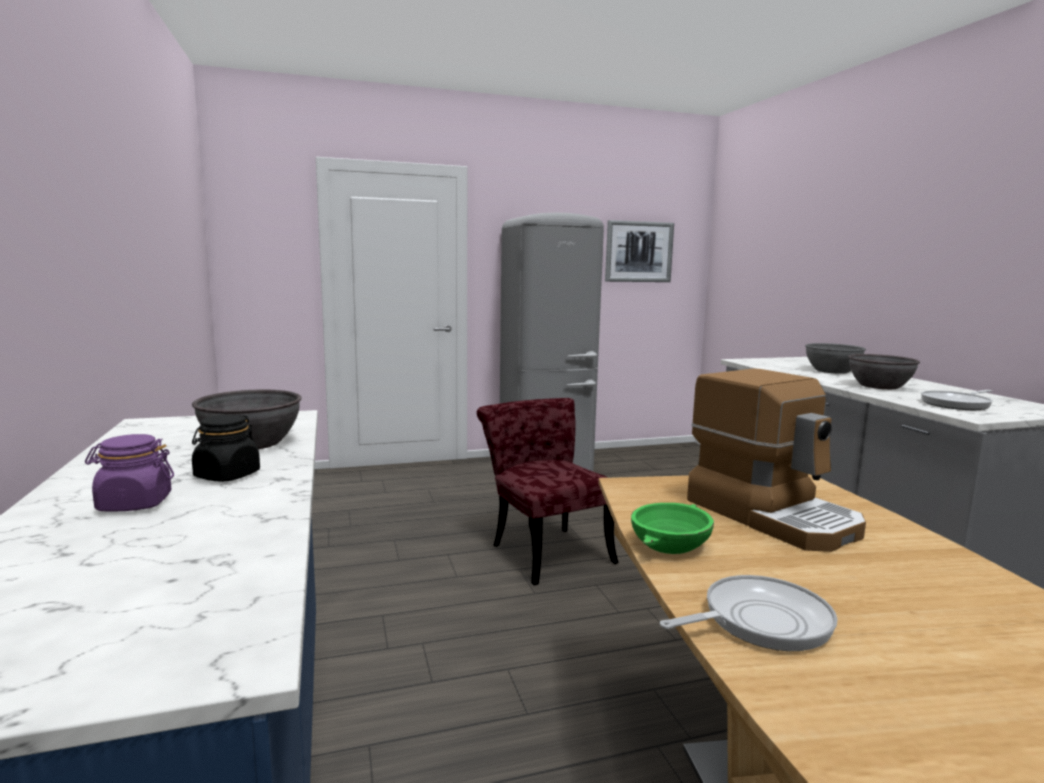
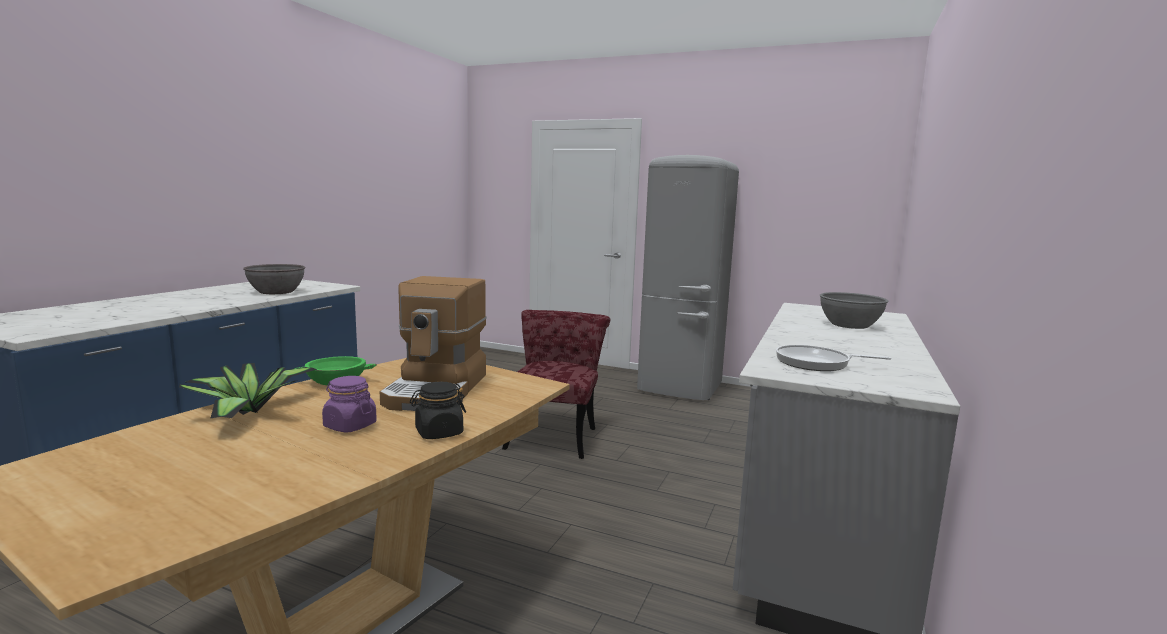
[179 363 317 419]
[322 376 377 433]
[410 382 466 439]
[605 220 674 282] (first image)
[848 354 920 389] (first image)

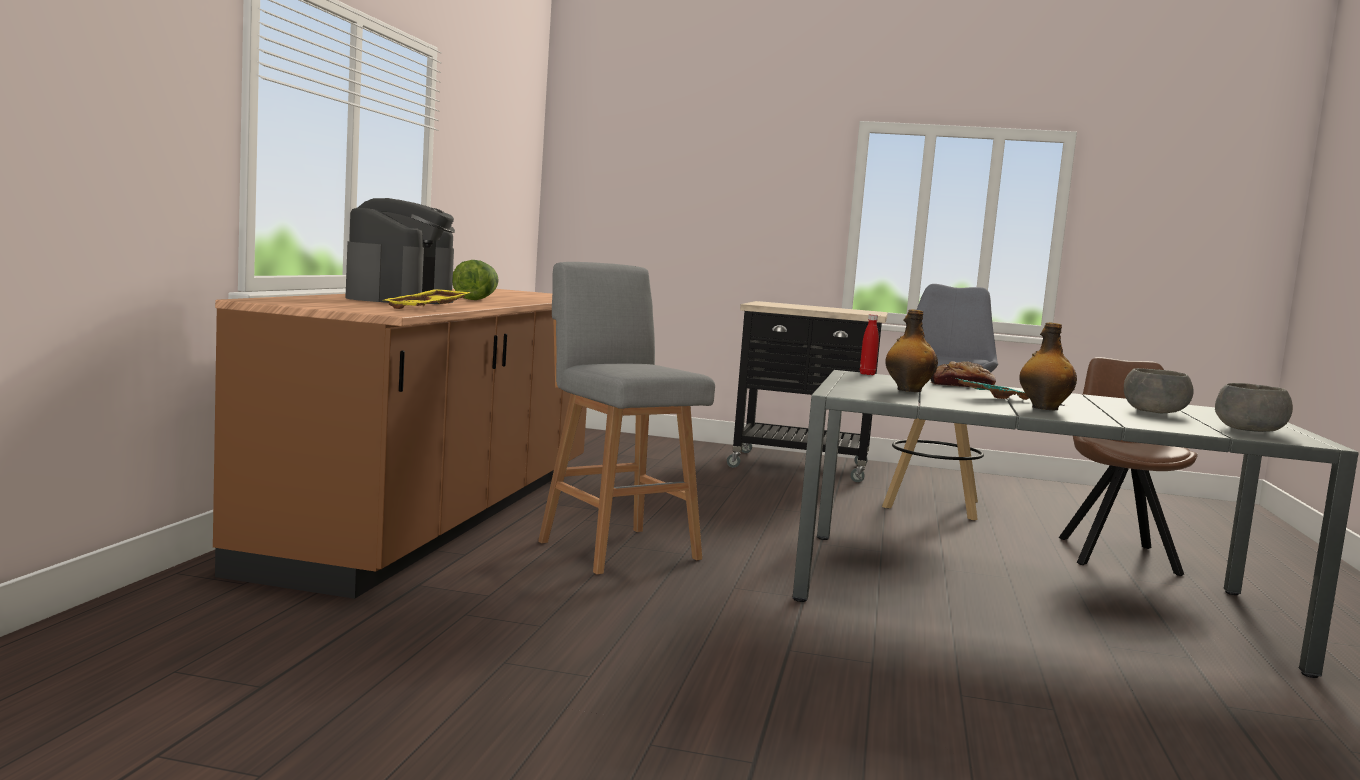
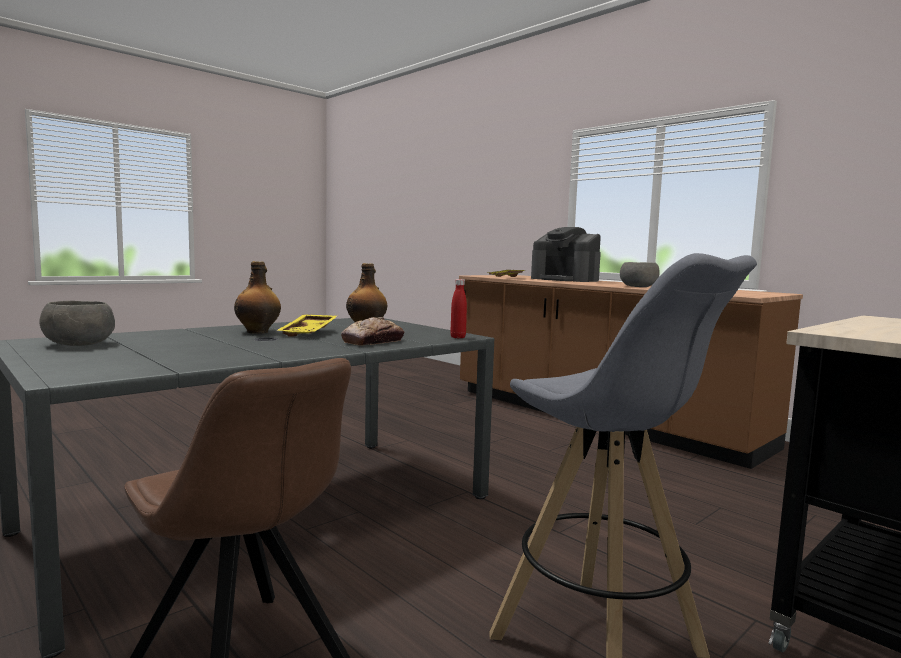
[276 315 337 337]
[620 262 660 287]
[453 260 499 300] (first image)
[538 262 715 575] (first image)

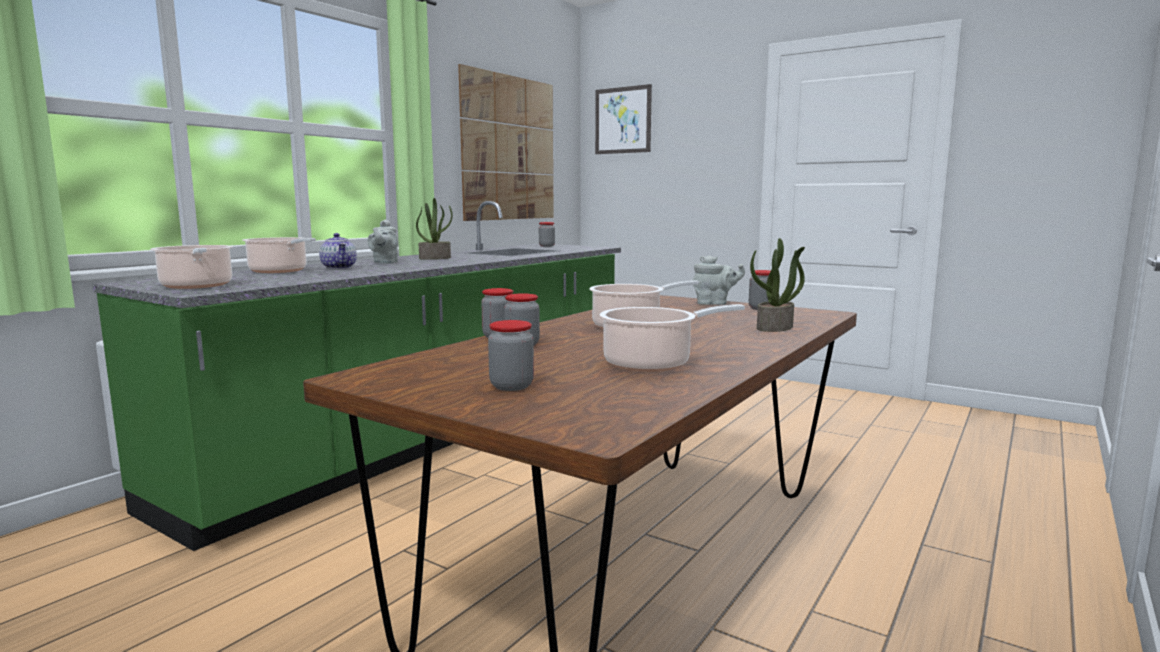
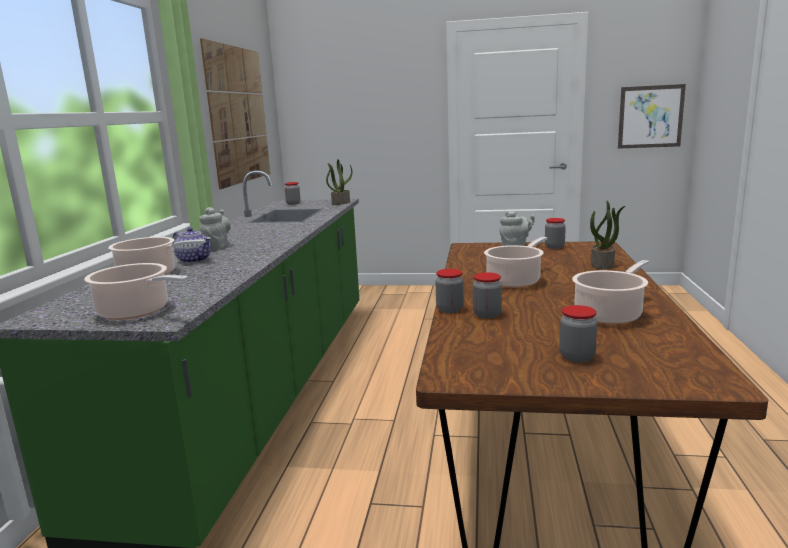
[199 207 231 250]
[326 159 352 205]
[618 84 686 149]

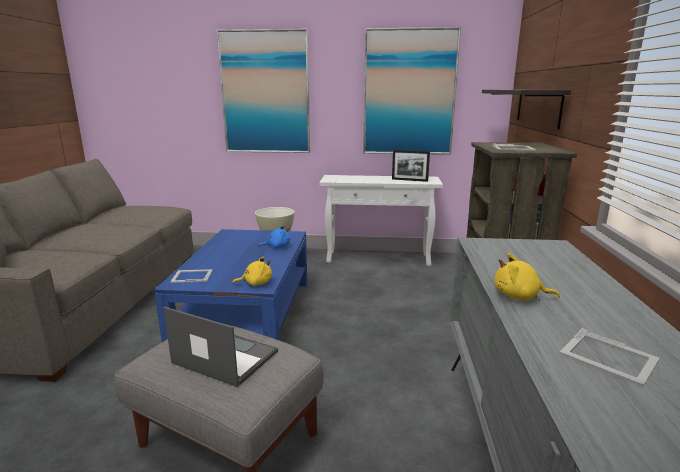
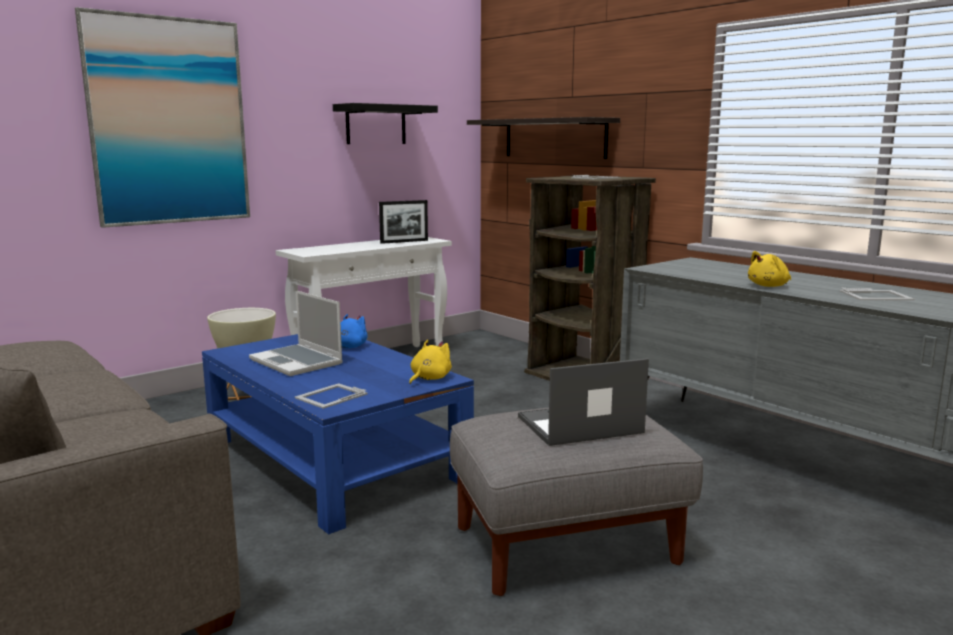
[249 290 343 376]
[333 103 438 144]

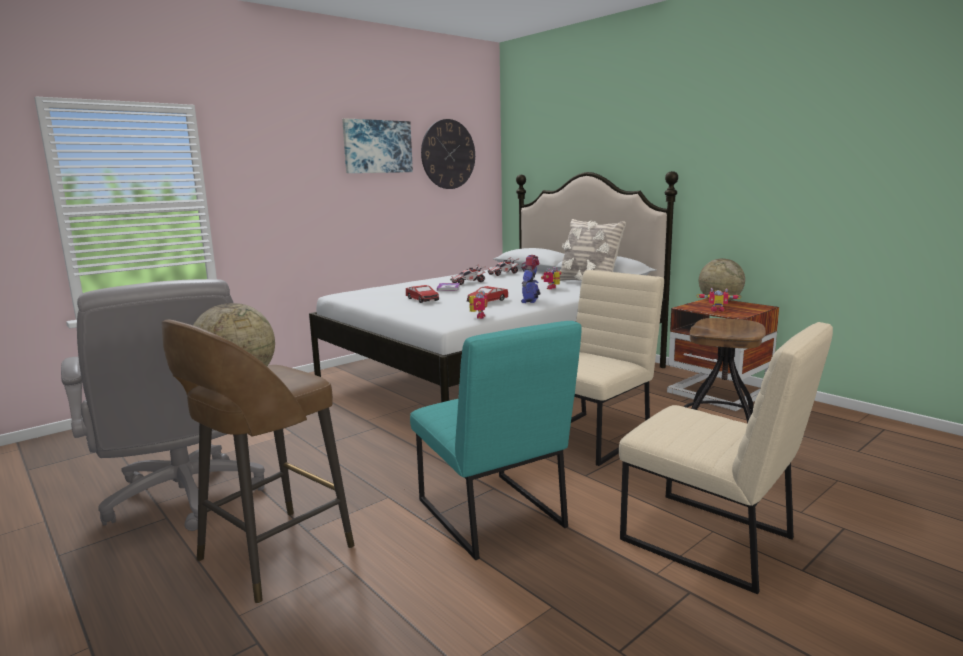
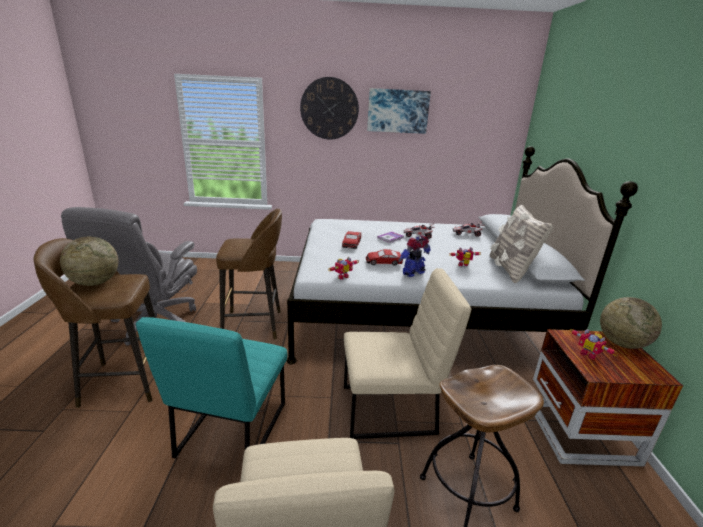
[216 209 282 340]
[300 77 359 140]

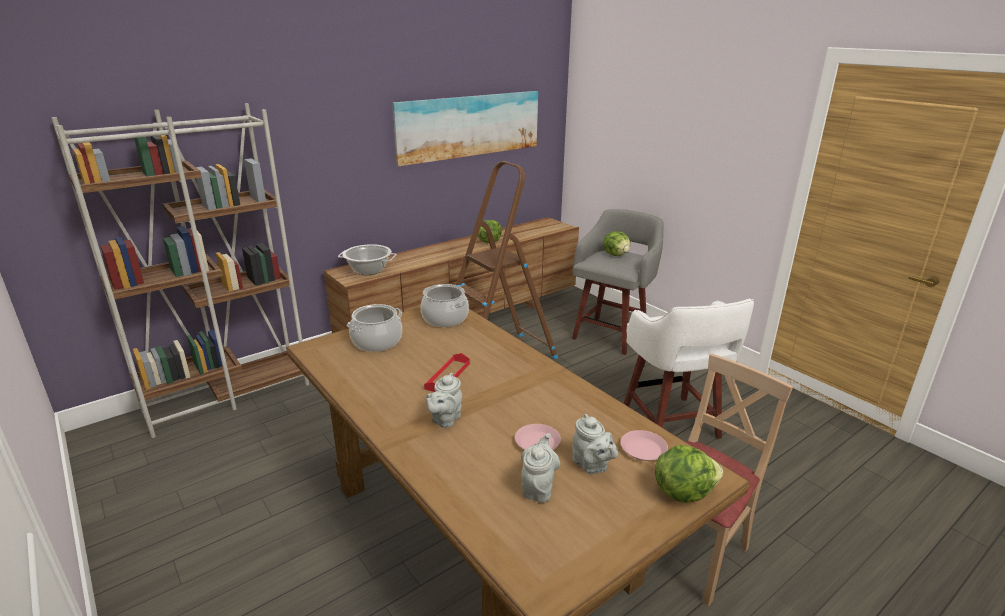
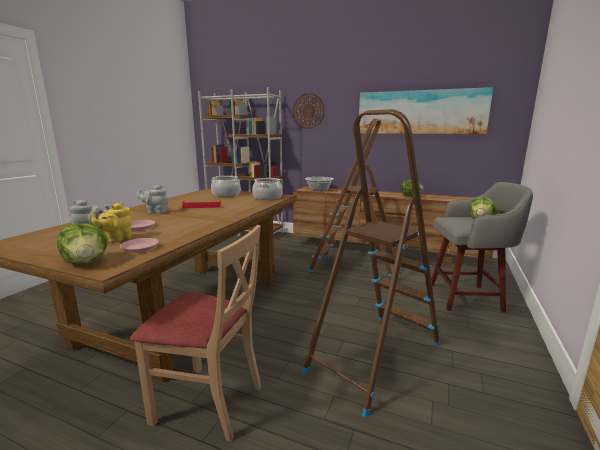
[91 202 132 243]
[293 93 325 129]
[302 109 440 417]

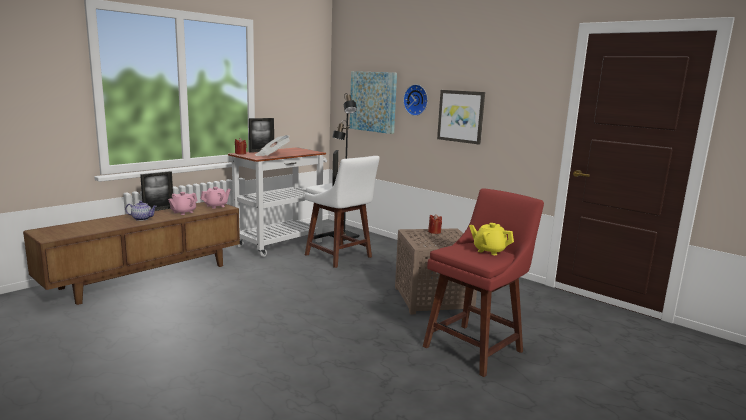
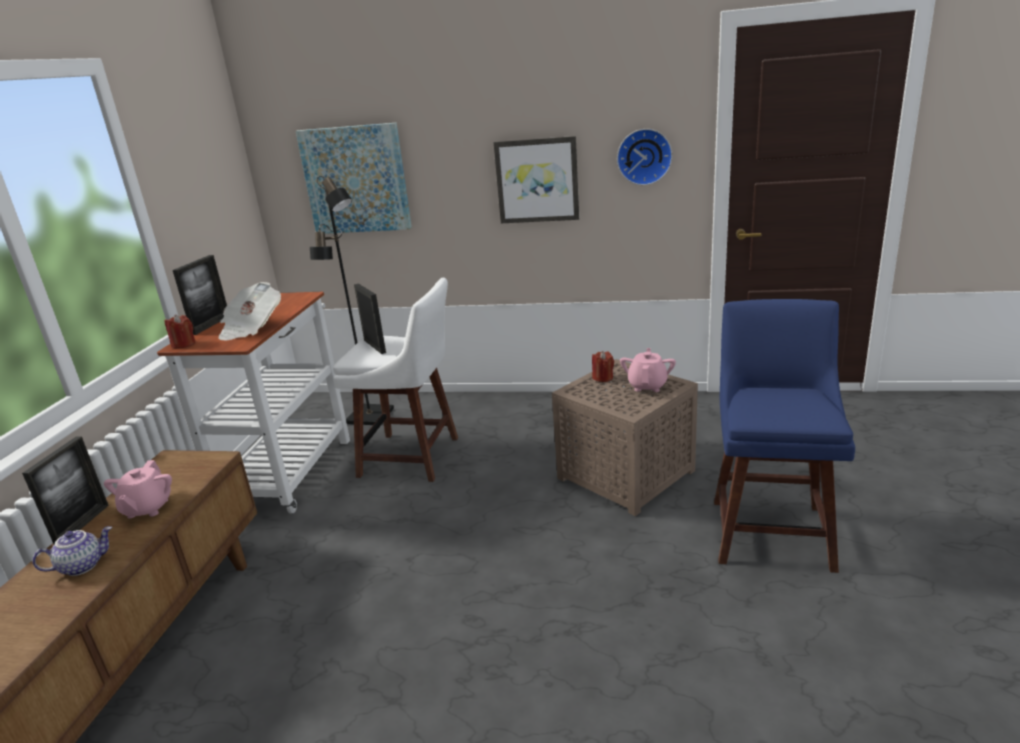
[617 129 673 185]
[620 348 676 392]
[714 299 855 573]
[469 223 514 255] (first image)

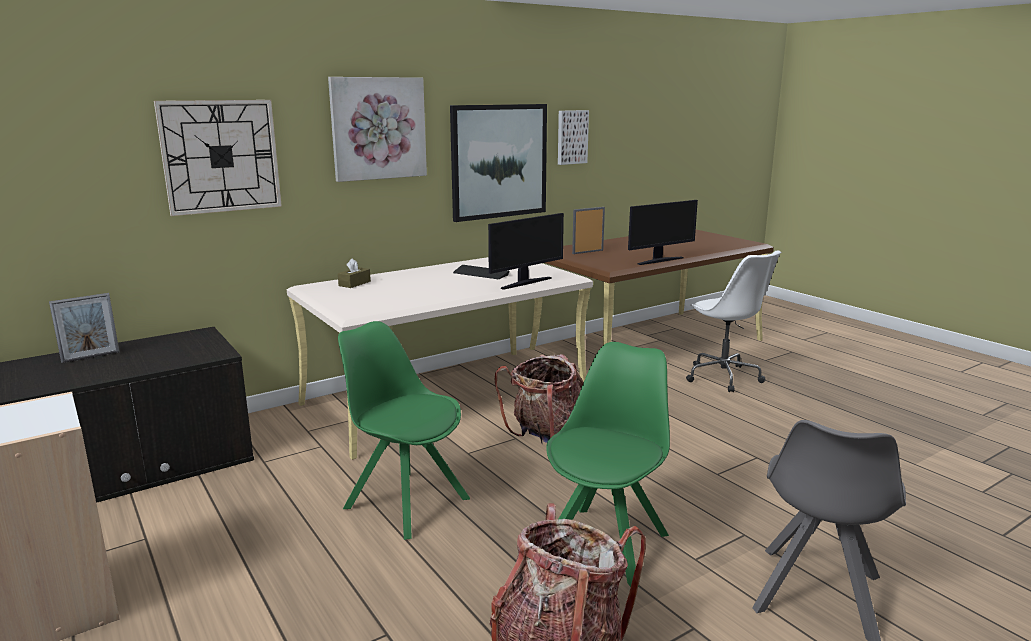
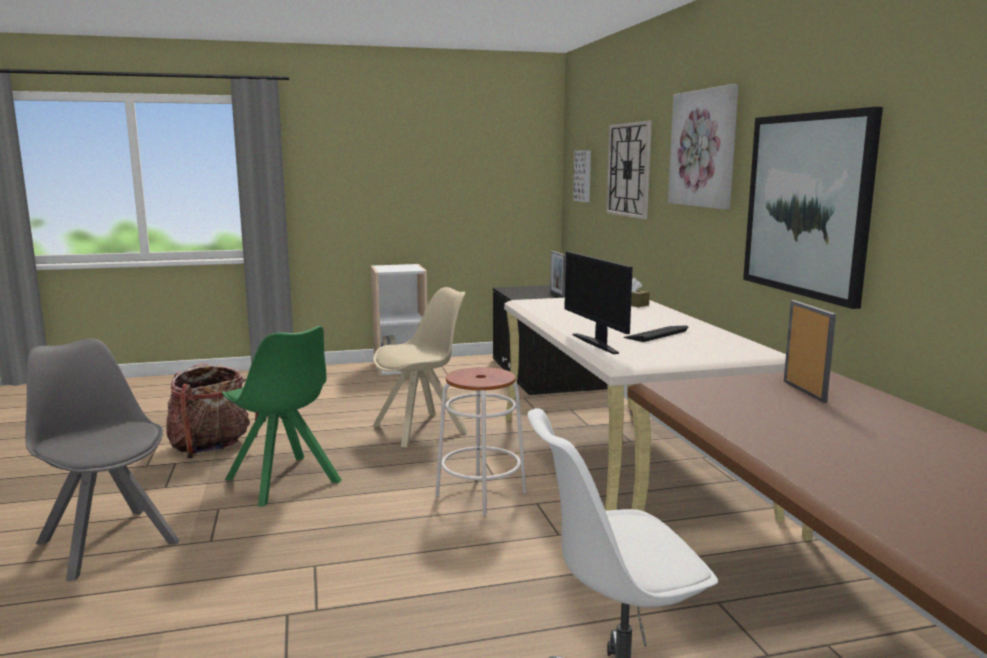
[372 287 468 447]
[435 367 527 515]
[573 150 591 202]
[628 200 698 265] (first image)

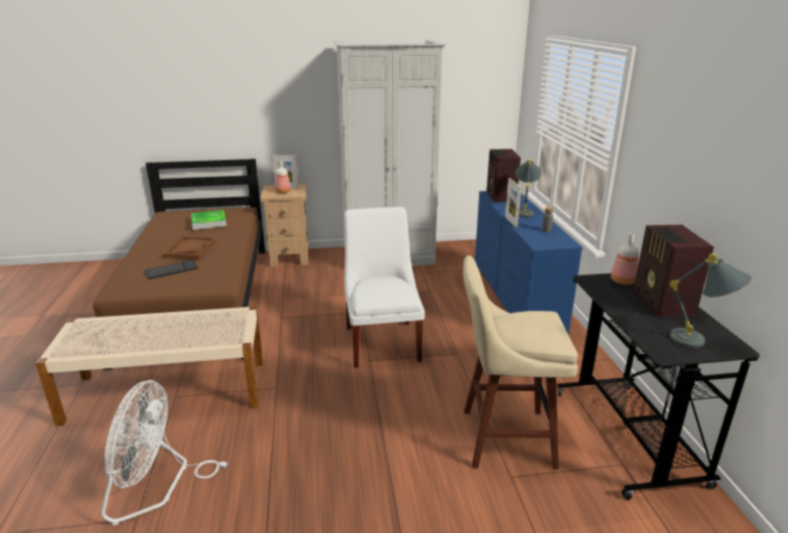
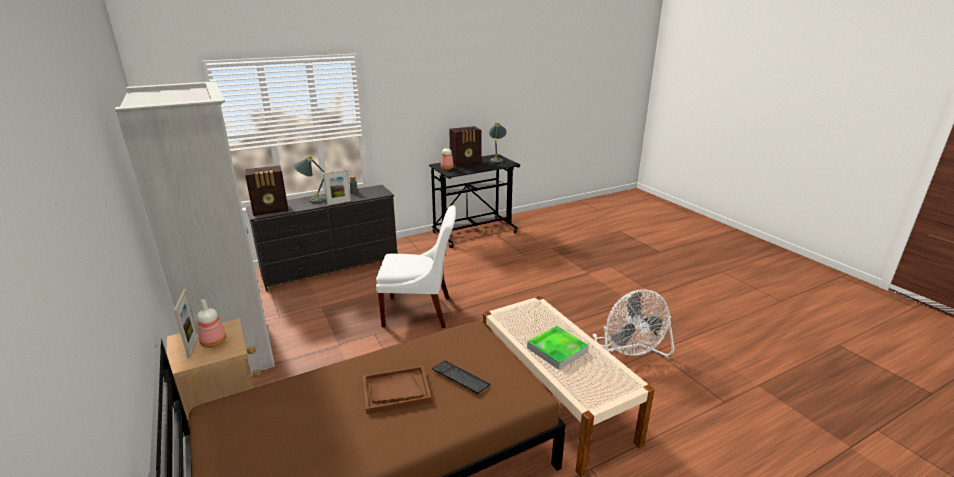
[246 185 397 292]
[376 205 456 328]
[527 326 589 370]
[463 256 578 470] (first image)

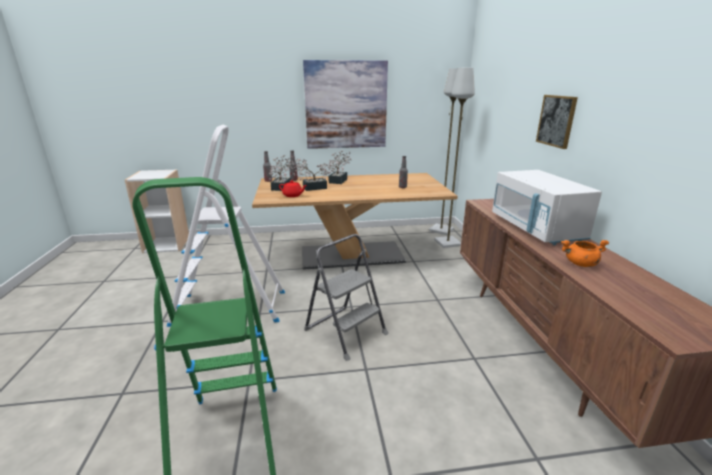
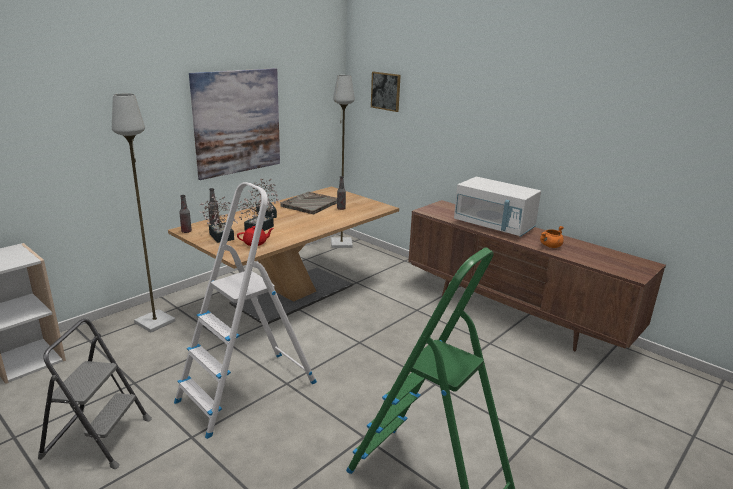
[38 319 152 469]
[112 93 176 333]
[280 192 337 215]
[371 72 401 112]

